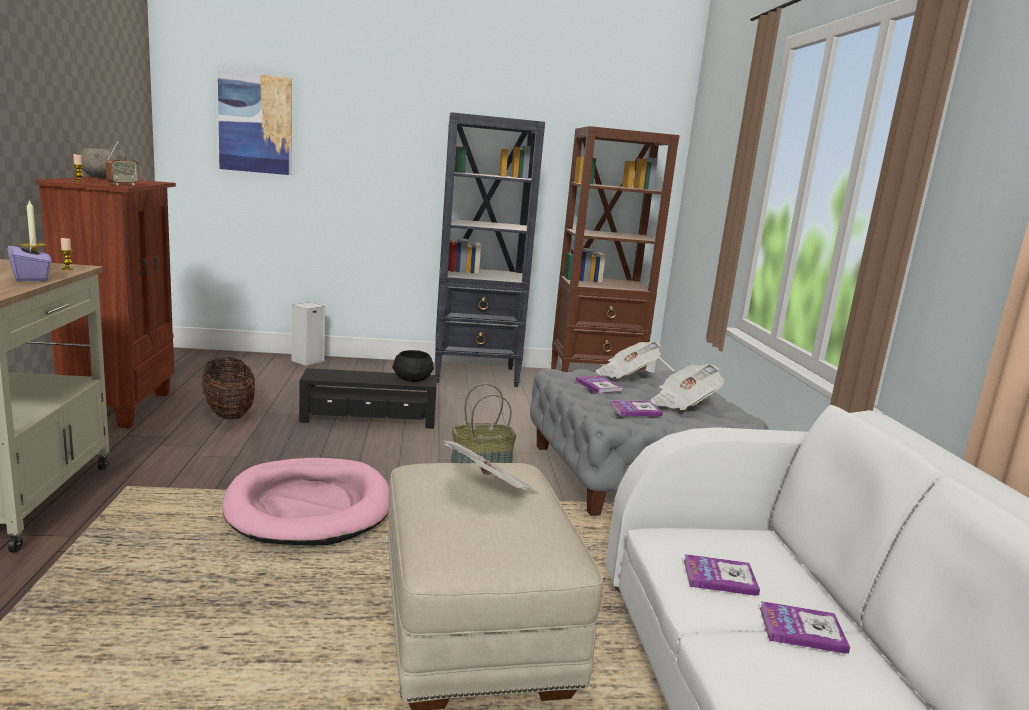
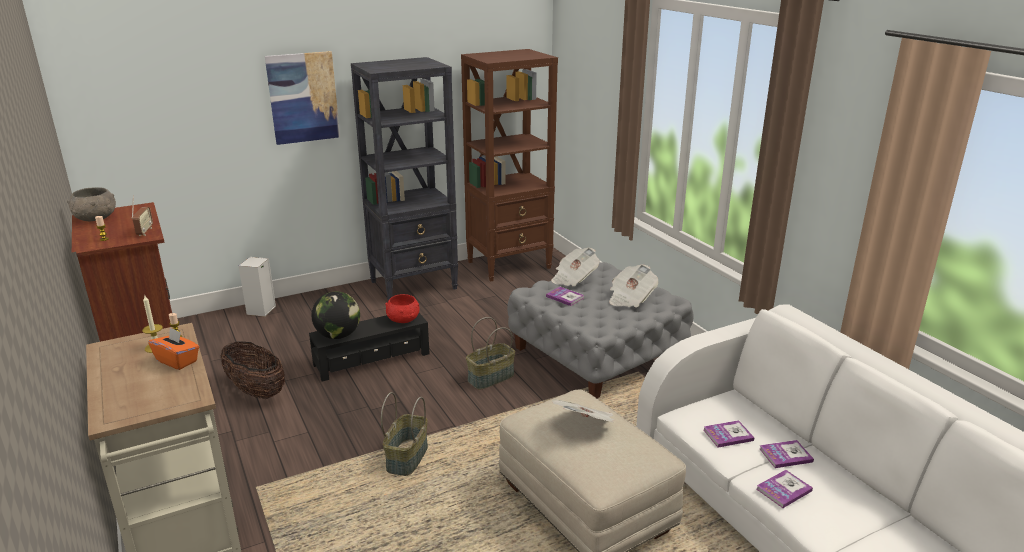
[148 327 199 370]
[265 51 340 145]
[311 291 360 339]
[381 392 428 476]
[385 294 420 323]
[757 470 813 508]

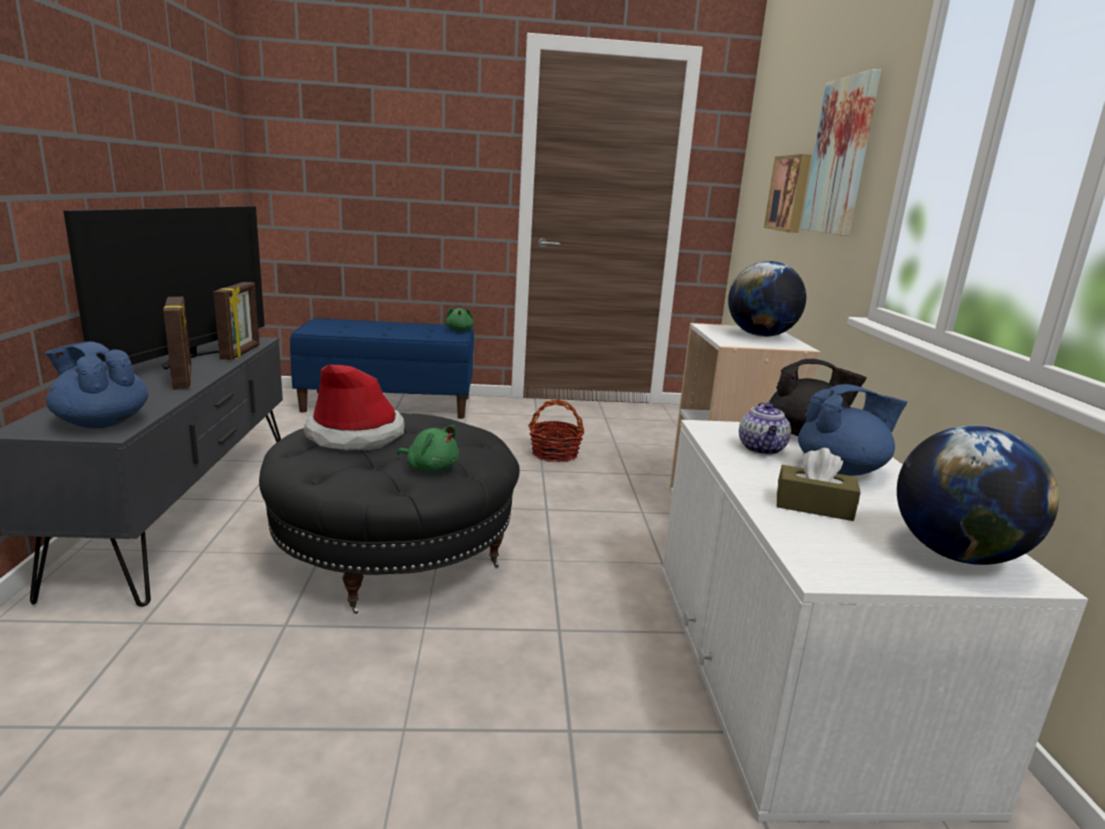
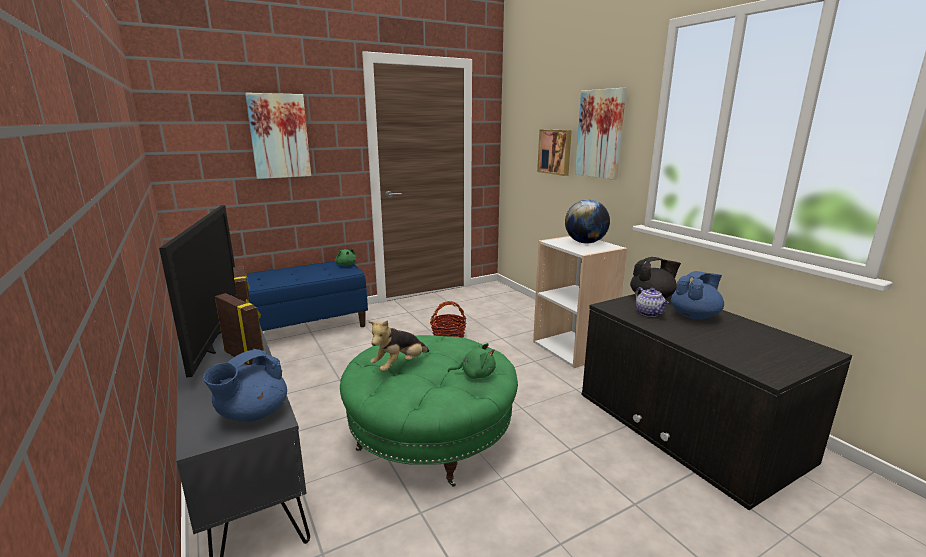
[203 349 287 422]
[245 93 311 179]
[340 335 518 487]
[368 320 429 372]
[582 294 852 510]
[777 448 861 521] (first image)
[897 426 1059 565] (first image)

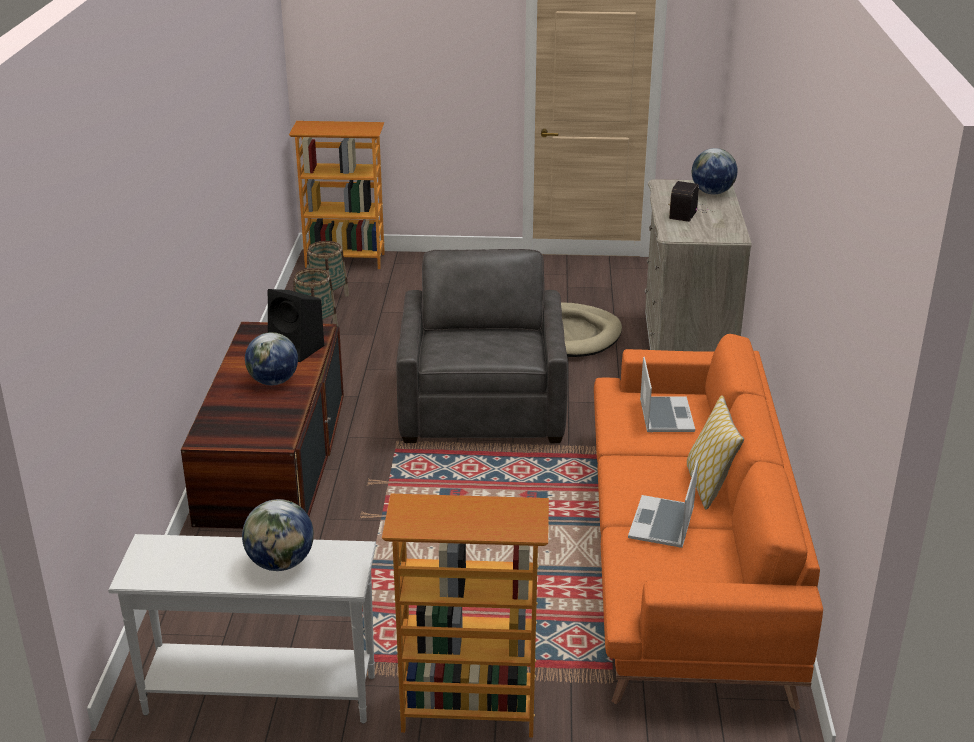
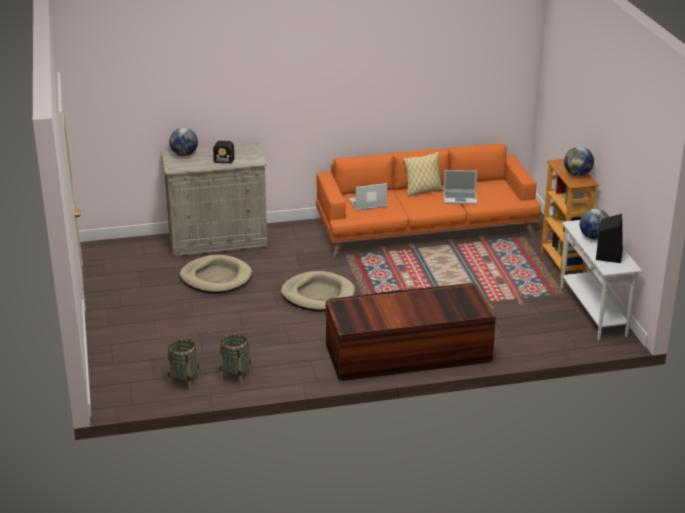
[281 271 355 311]
[564 146 594 177]
[596 214 623 263]
[289 121 385 269] (first image)

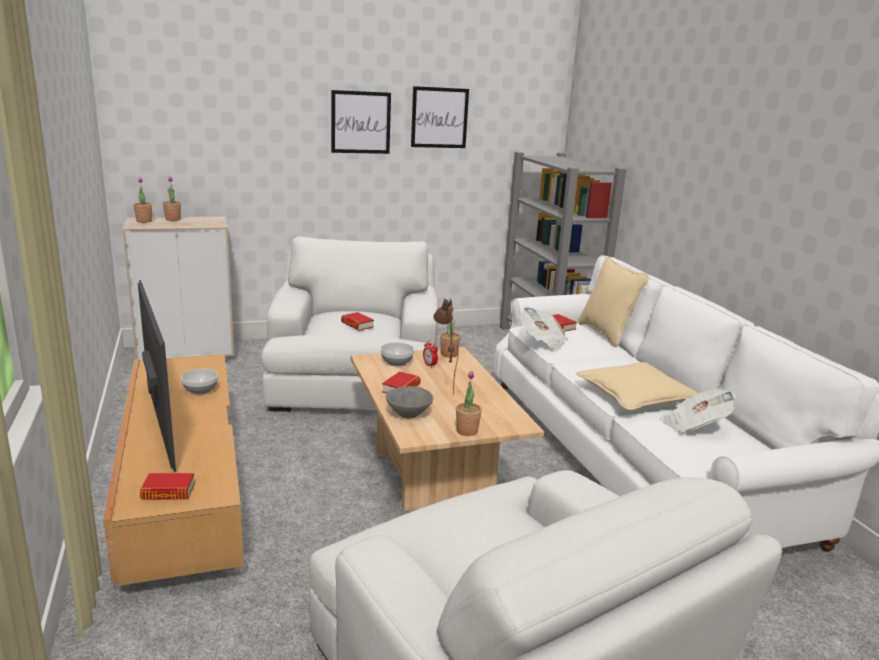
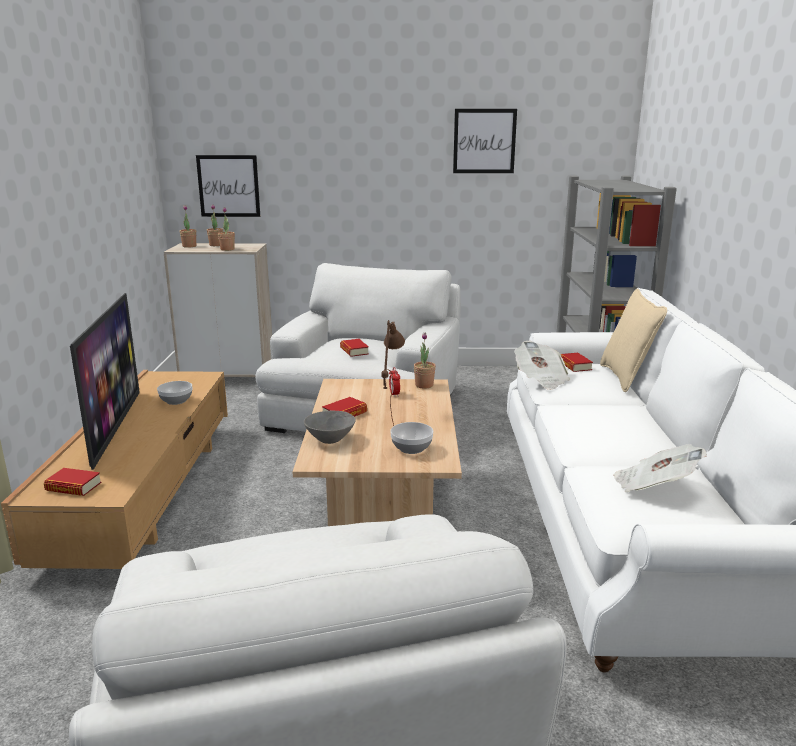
[196 155 260 217]
[218 207 235 251]
[390 422 433 454]
[576 362 698 410] (first image)

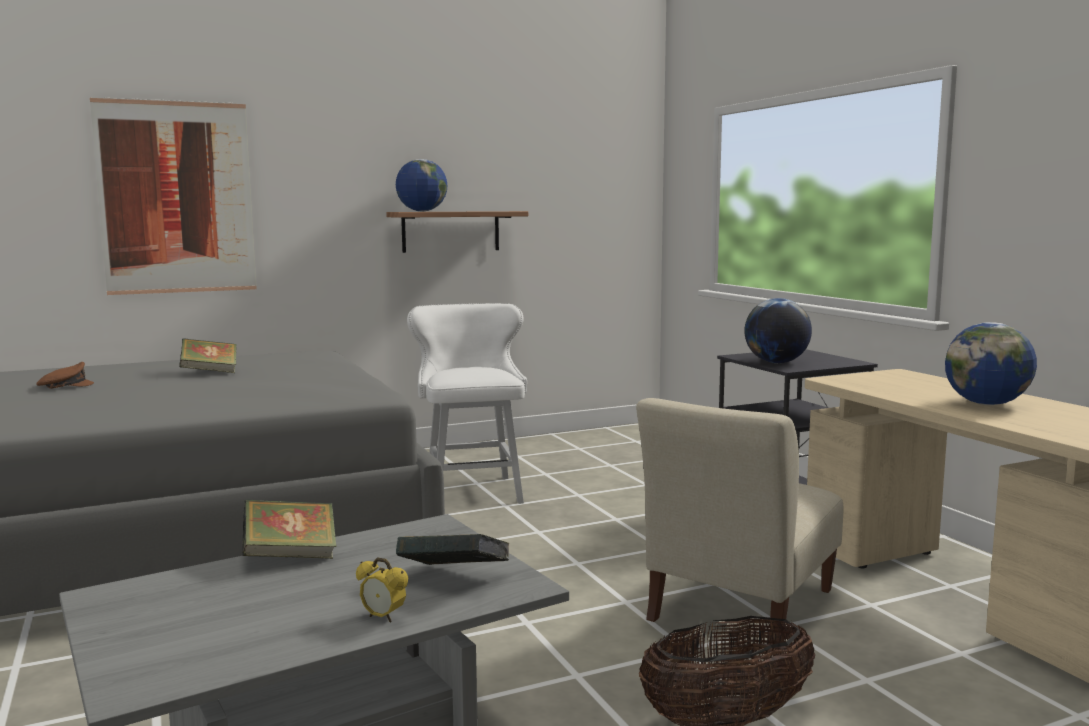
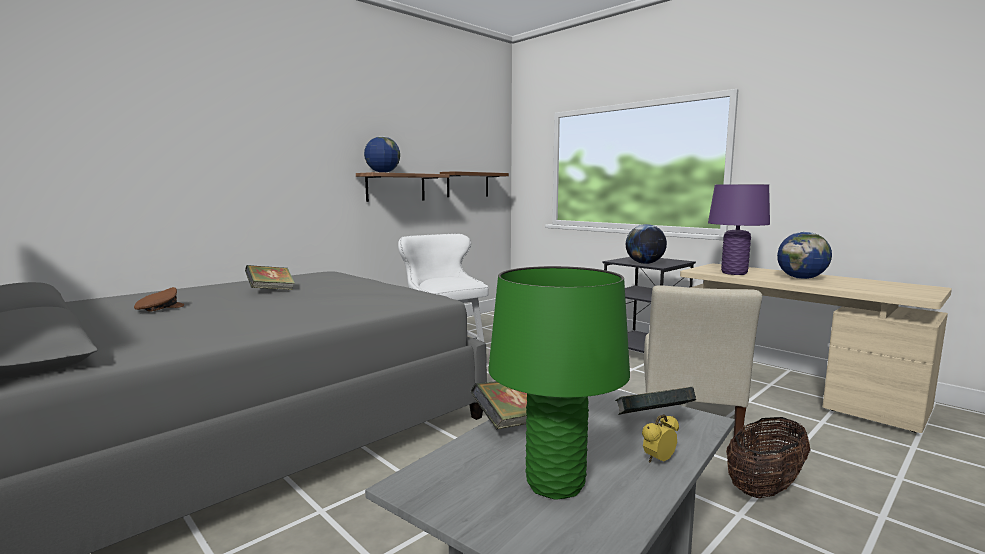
[440 171 509 197]
[488 266 630 500]
[642 414 679 463]
[708 184 770 275]
[90 97 257 295] (first image)

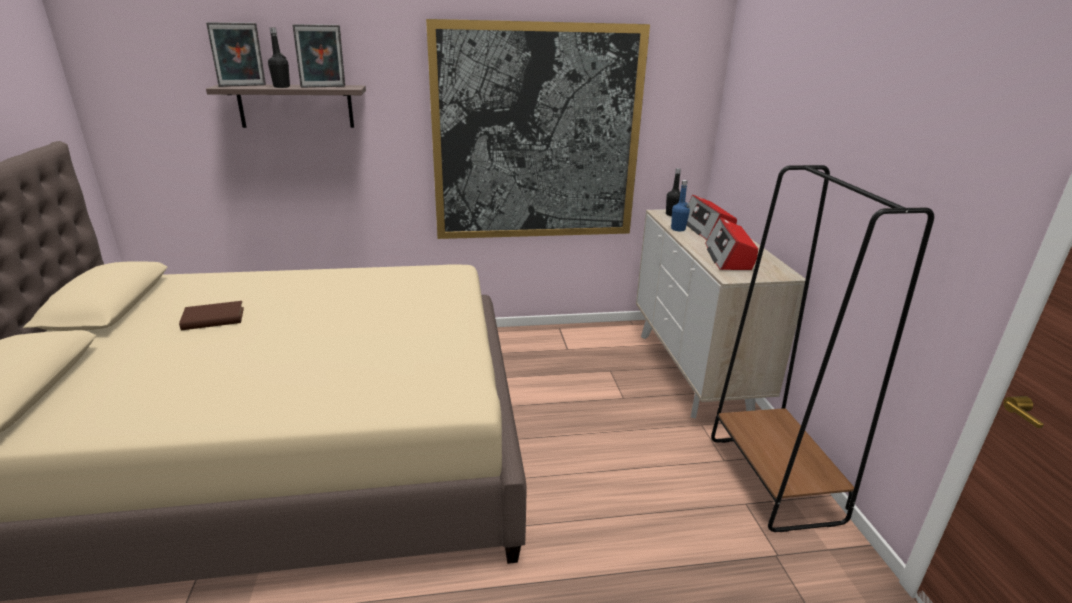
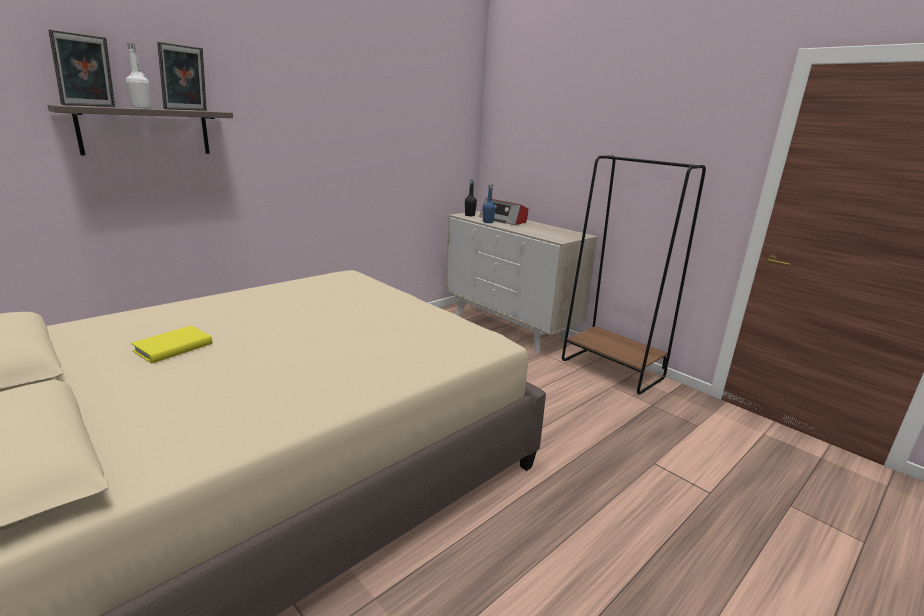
[126 43 151 109]
[131 326 212 363]
[426 19 650 239] (first image)
[705 218 758 270] (first image)

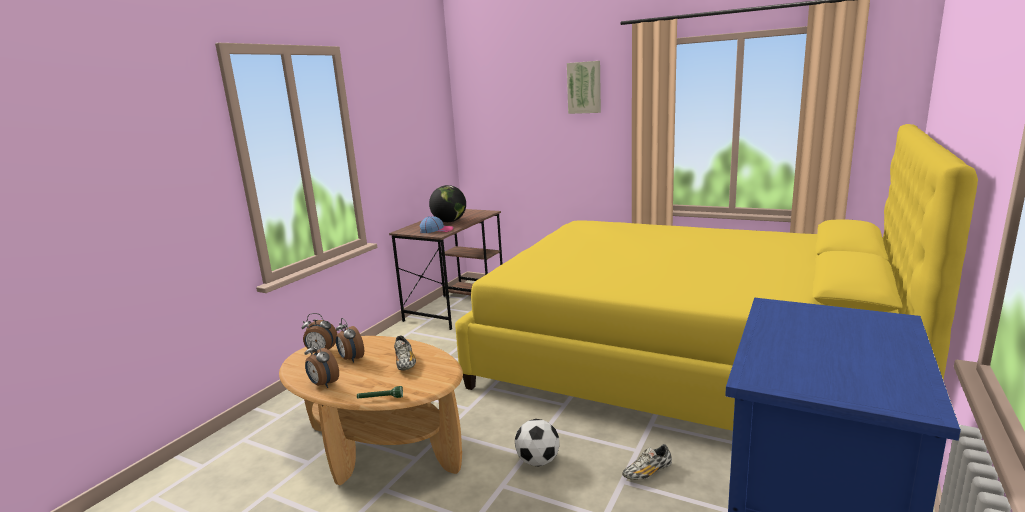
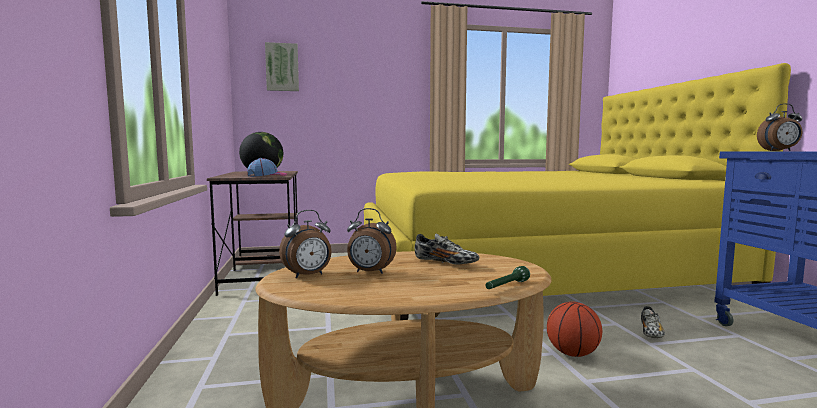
[265 42 299 91]
[547 302 602 357]
[757 103 802 151]

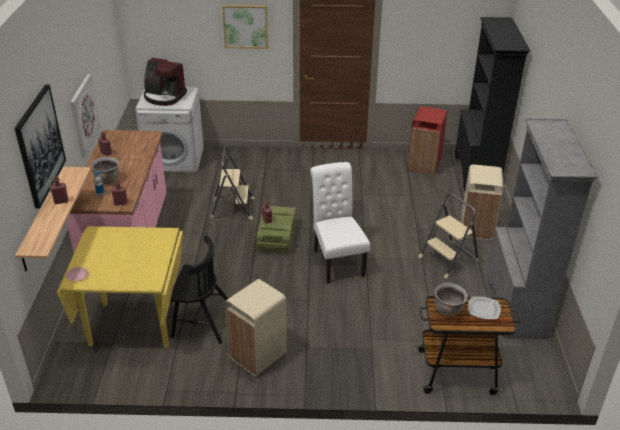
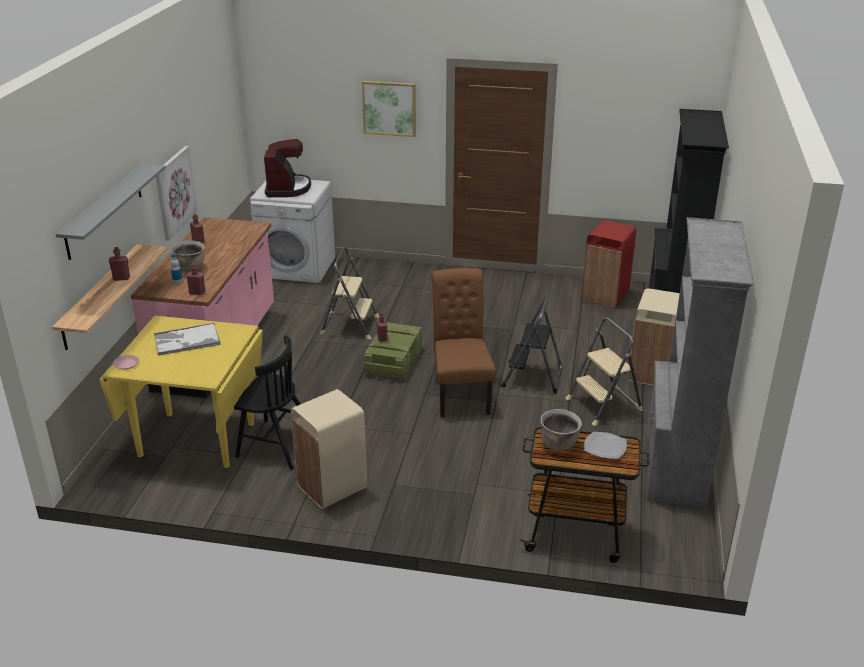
[55 164 166 260]
[154 323 221 355]
[264 139 311 197]
[431 268 496 418]
[500 295 563 394]

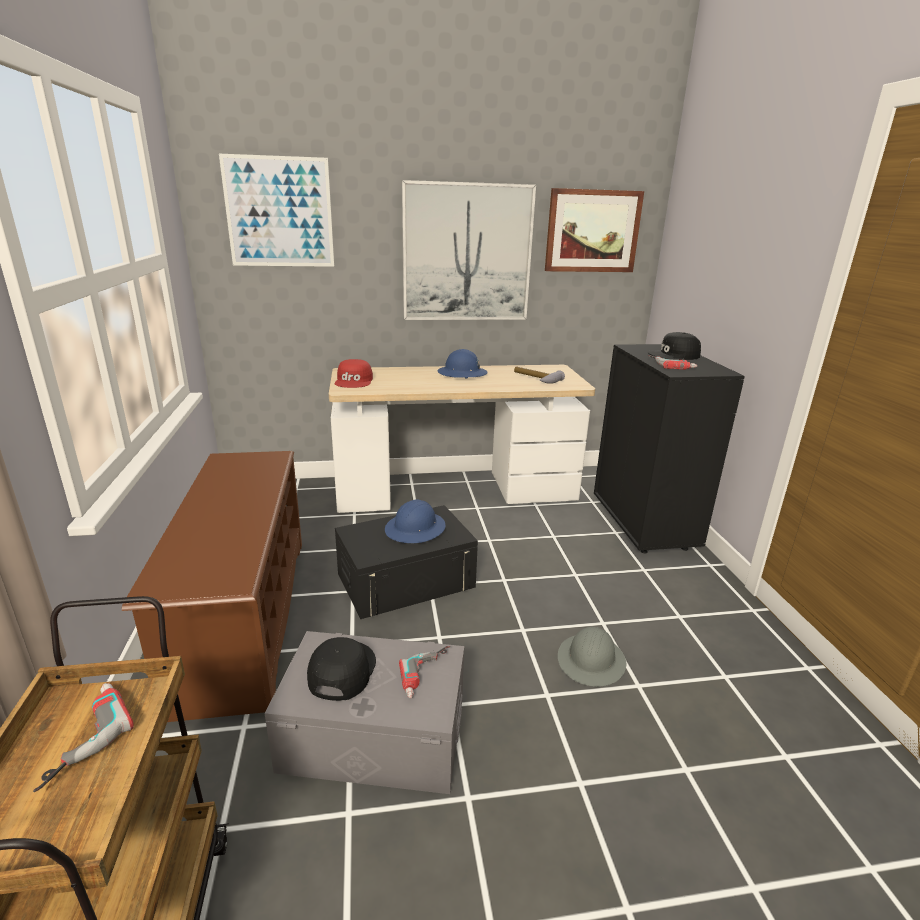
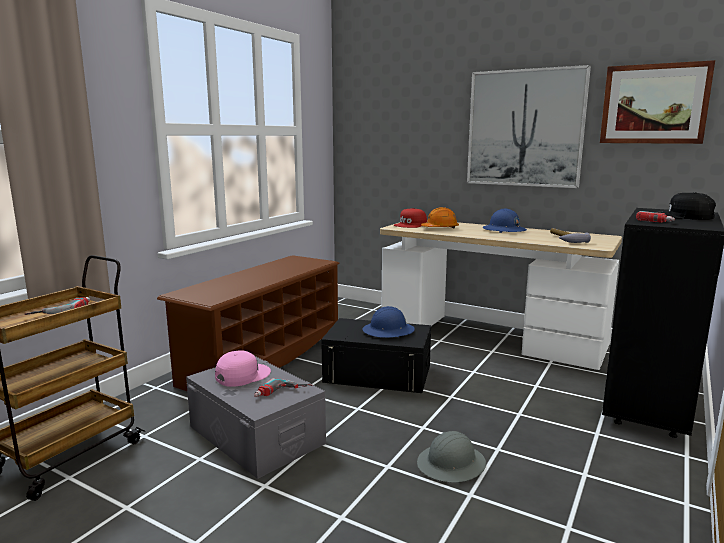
[215 350 271 387]
[421 207 459 229]
[219 154 334 267] (first image)

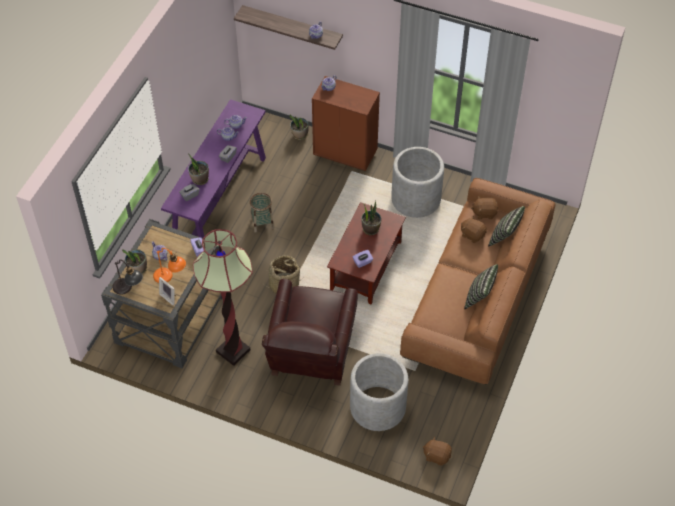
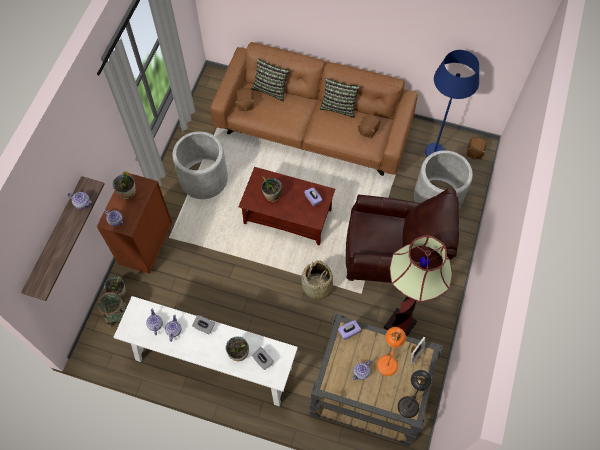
[98 292 126 328]
[112 170 136 199]
[114 296 298 406]
[358 114 380 138]
[425 50 479 157]

